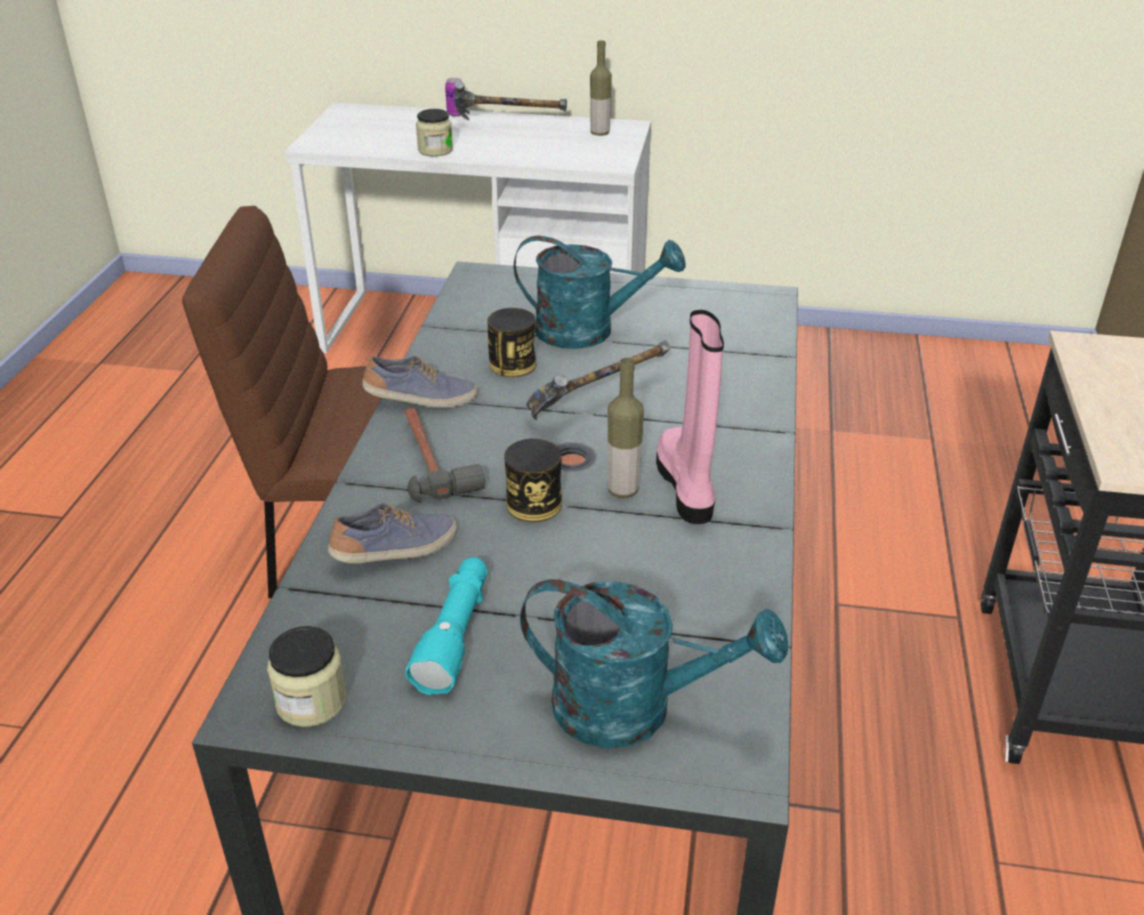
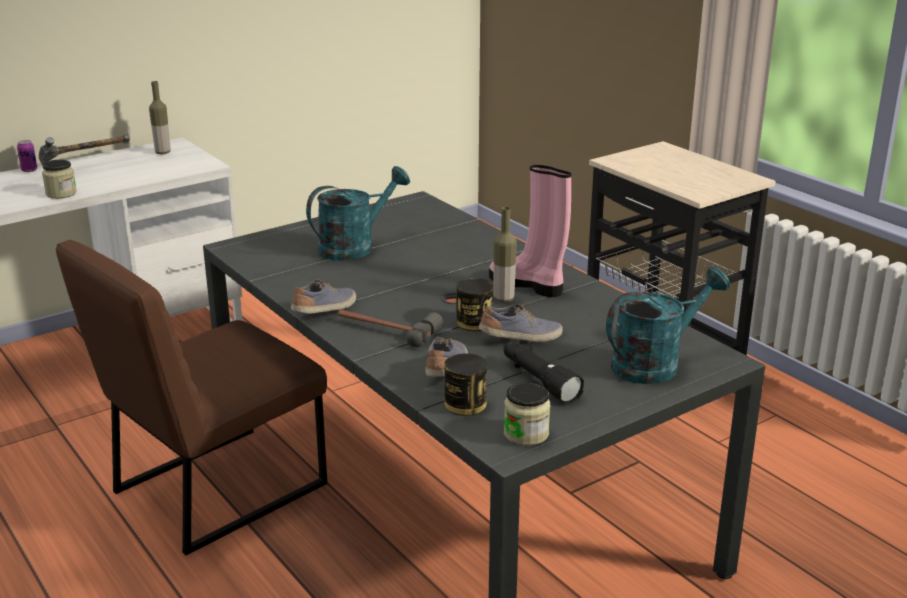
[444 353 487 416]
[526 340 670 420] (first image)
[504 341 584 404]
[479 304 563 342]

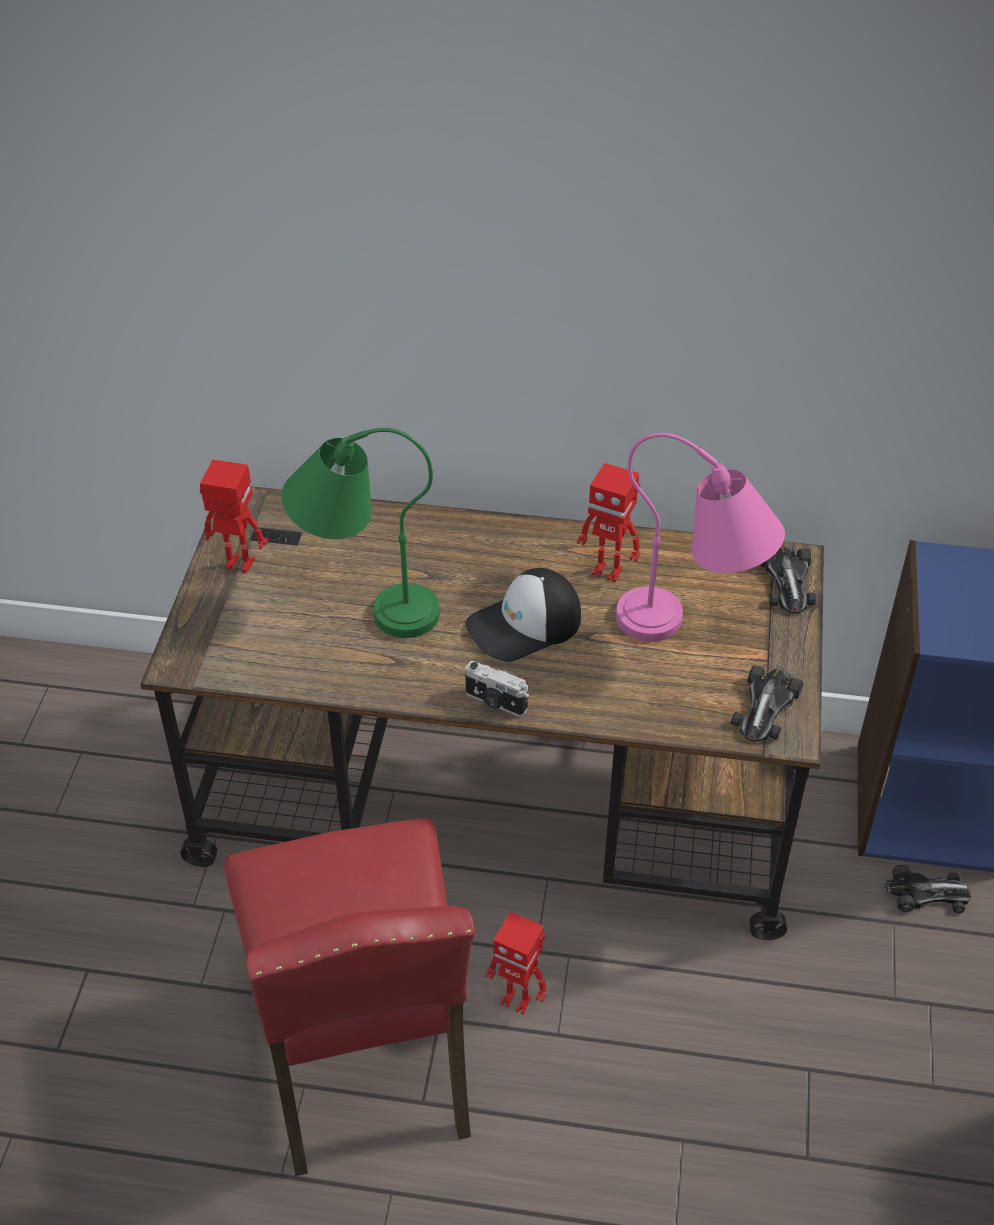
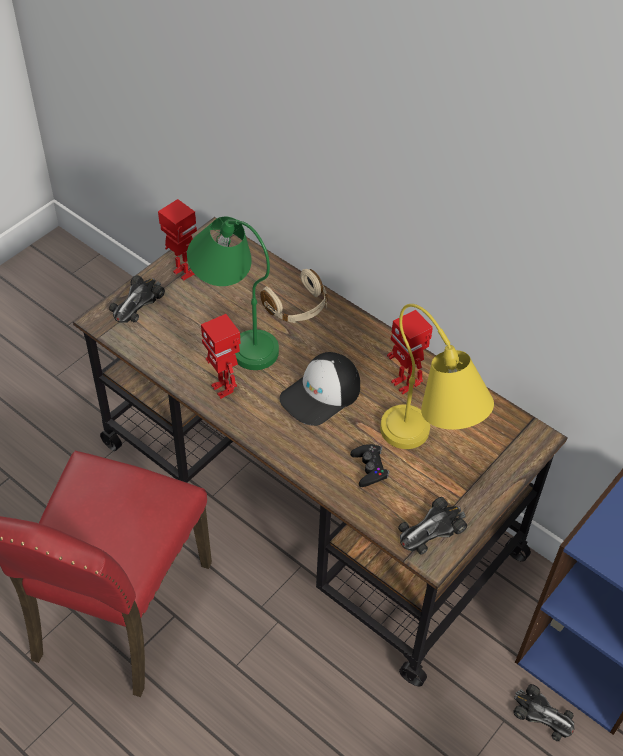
[380 304 494 449]
[109 275 165 323]
[279 352 360 426]
[464 661 529 717] (first image)
[201 314 240 399]
[260 269 328 323]
[350 444 389 487]

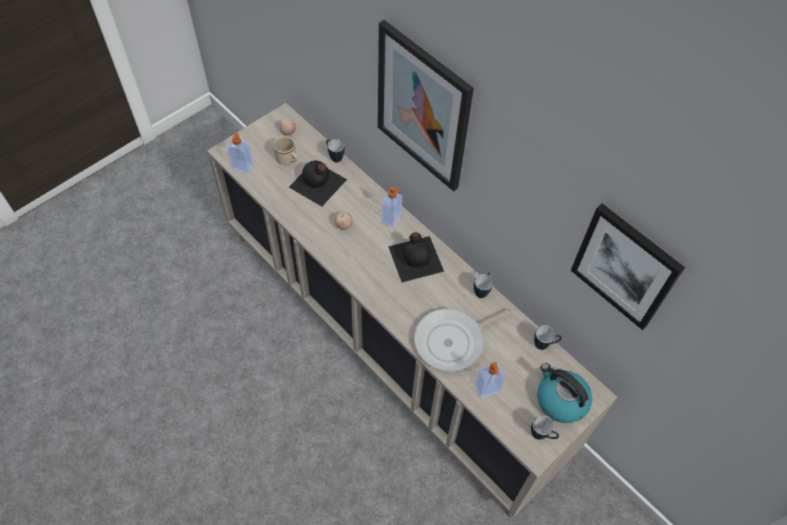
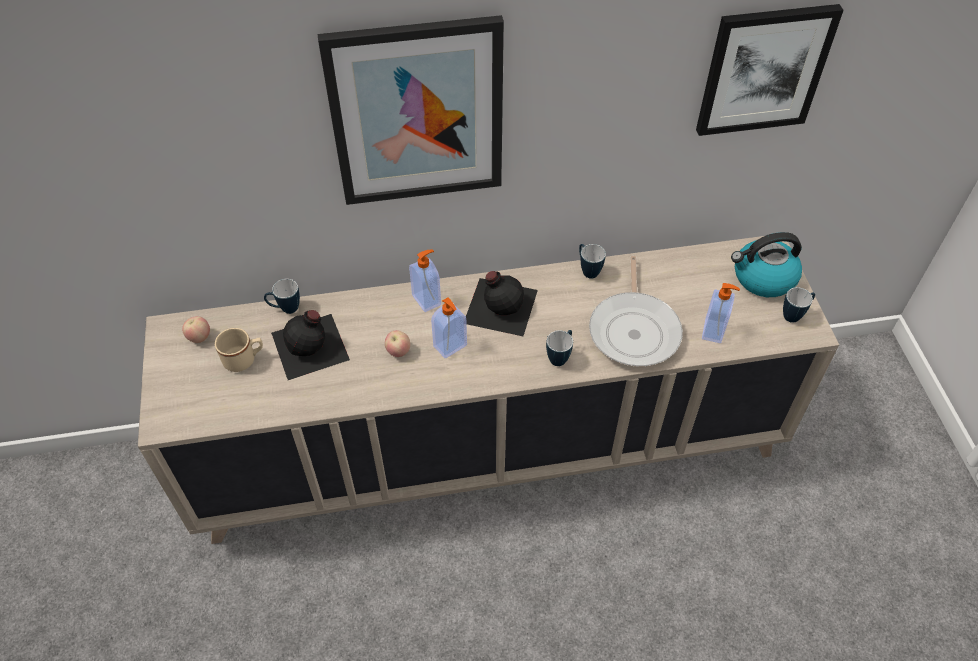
[431 297 467 358]
[546 330 573 366]

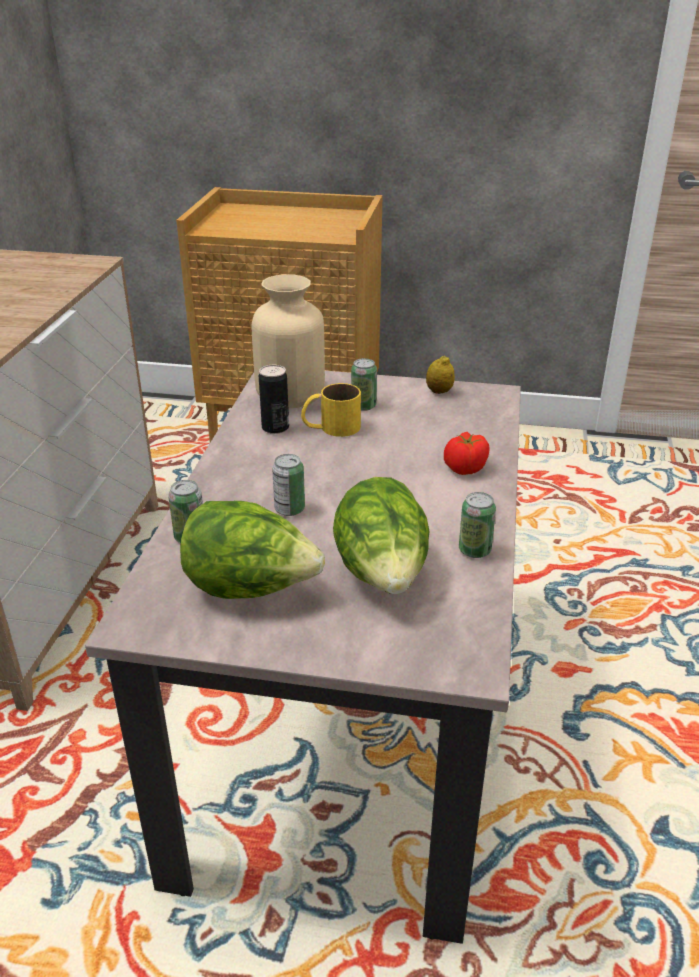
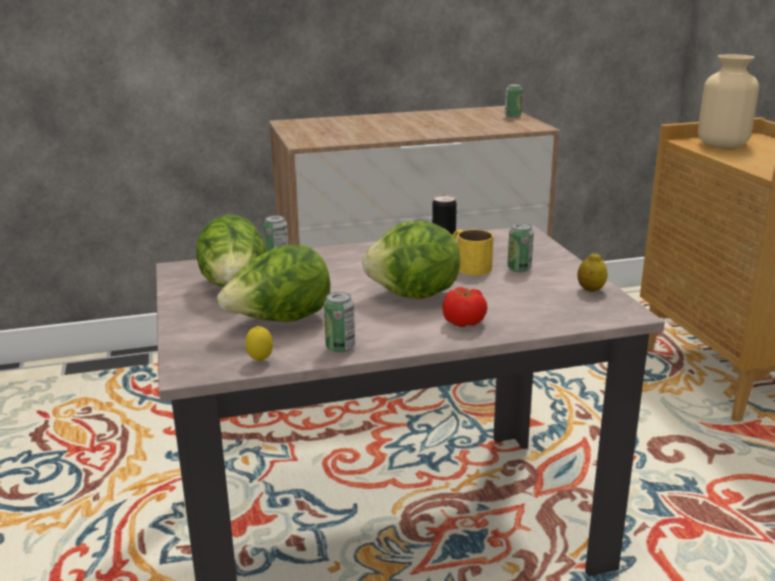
[698 54 759 148]
[505 84 523 118]
[362 221 460 299]
[245 326 273 362]

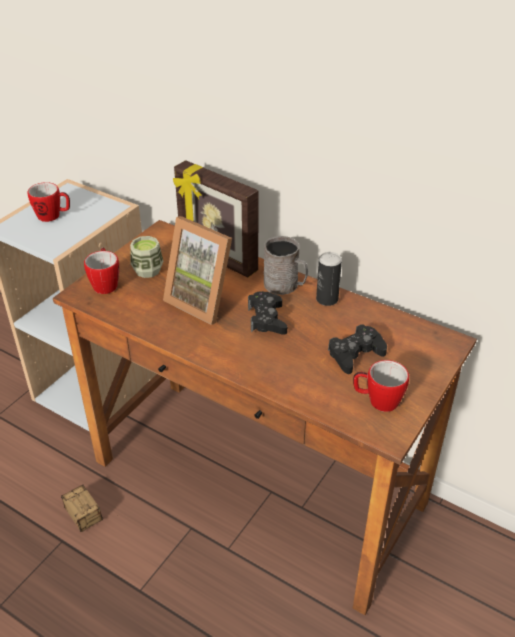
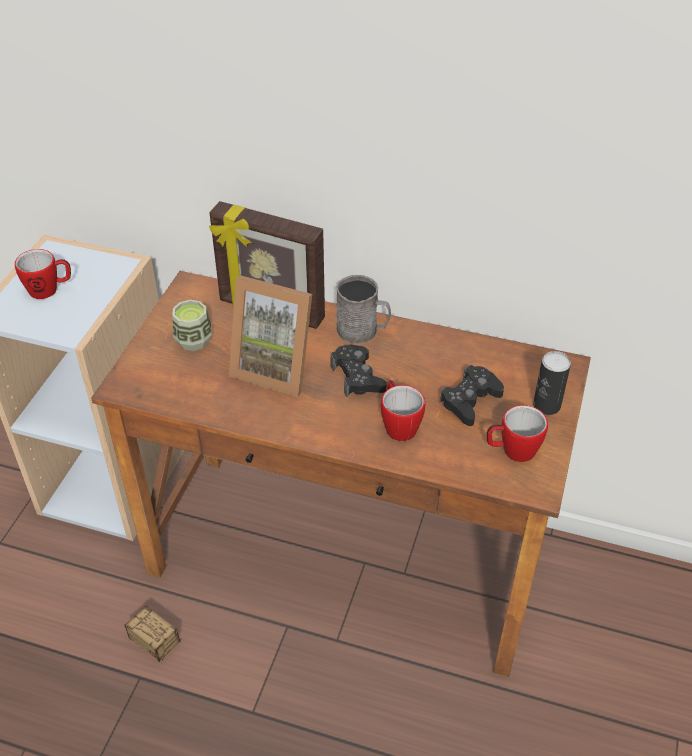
[381 380 425 441]
[533 351 571 415]

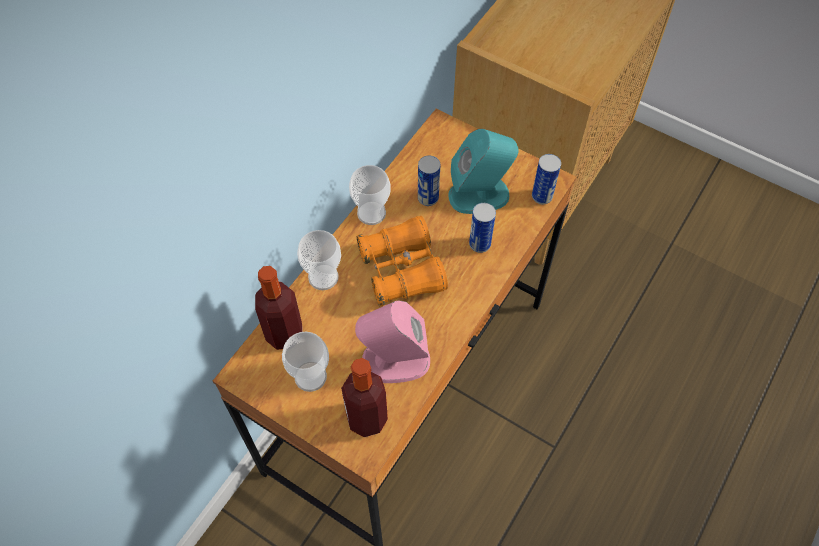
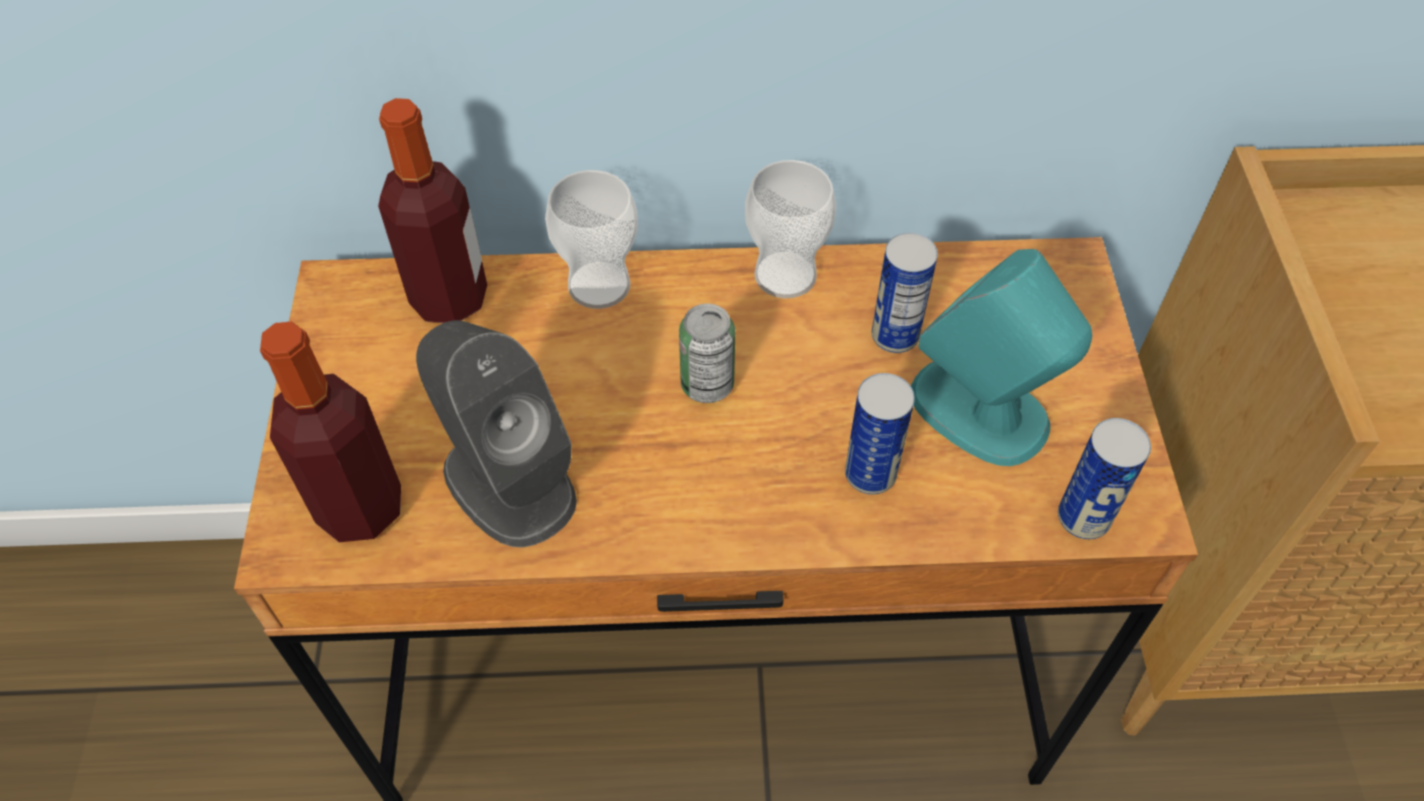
[679 304 735 403]
[416 320 577 548]
[282 332 329 392] (first image)

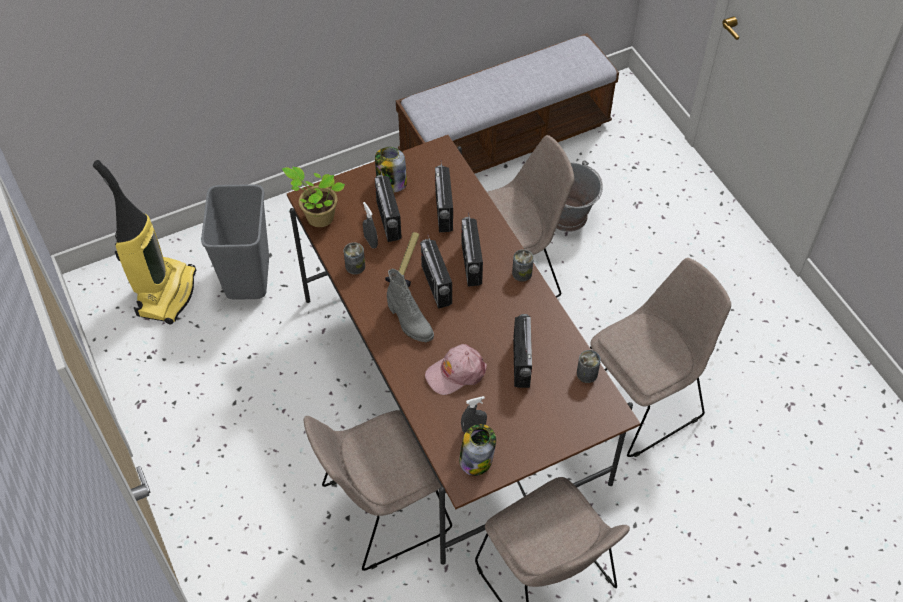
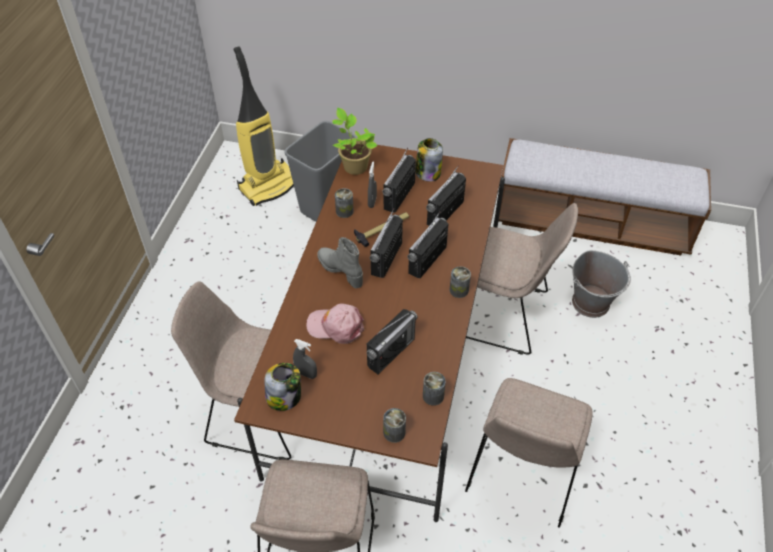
[465 378 593 528]
[317 237 363 288]
[383 408 406 443]

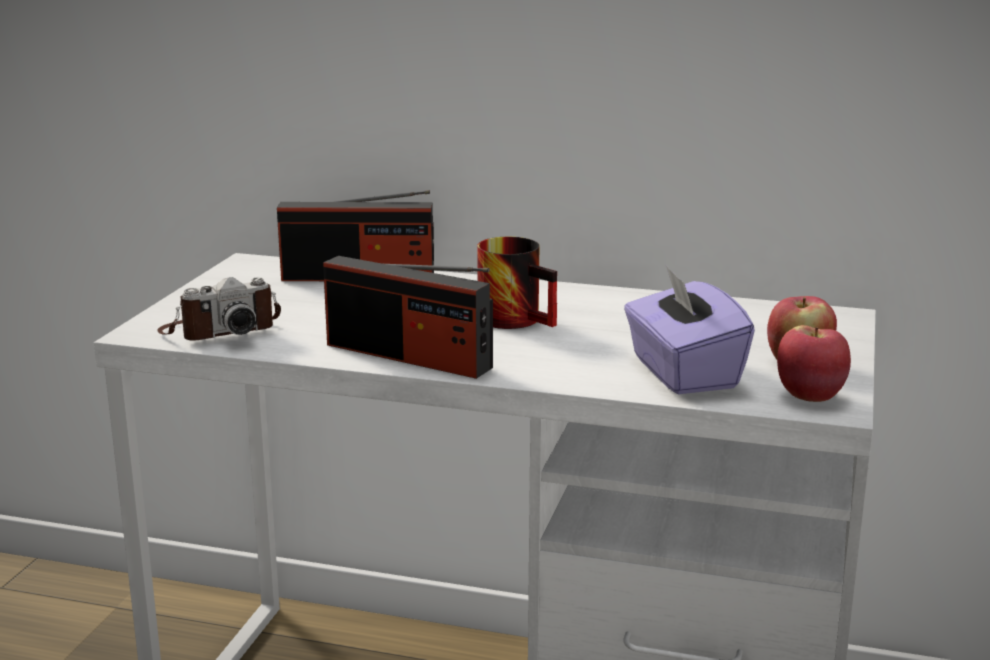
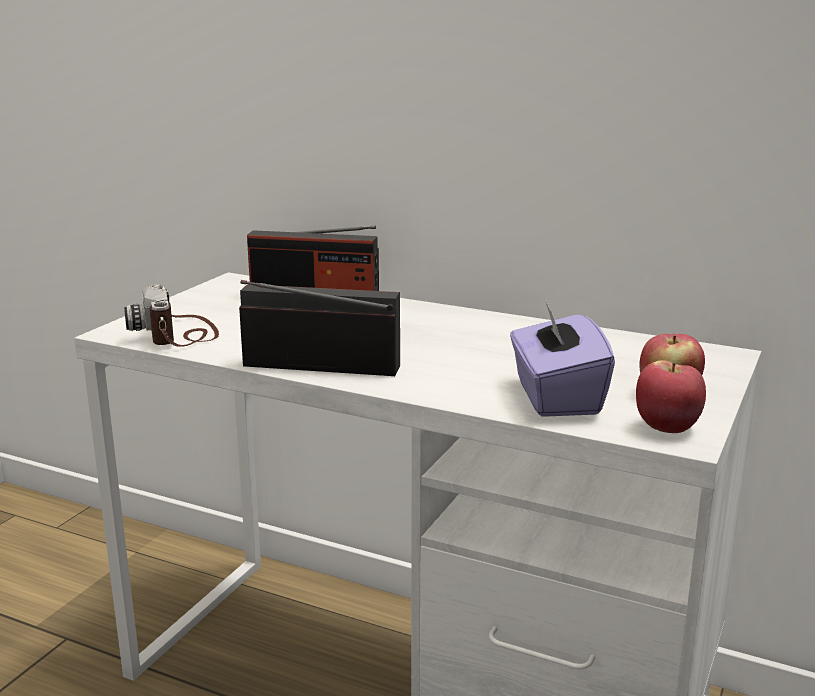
[477 237 557 329] (first image)
[239 280 400 376]
[124 284 219 347]

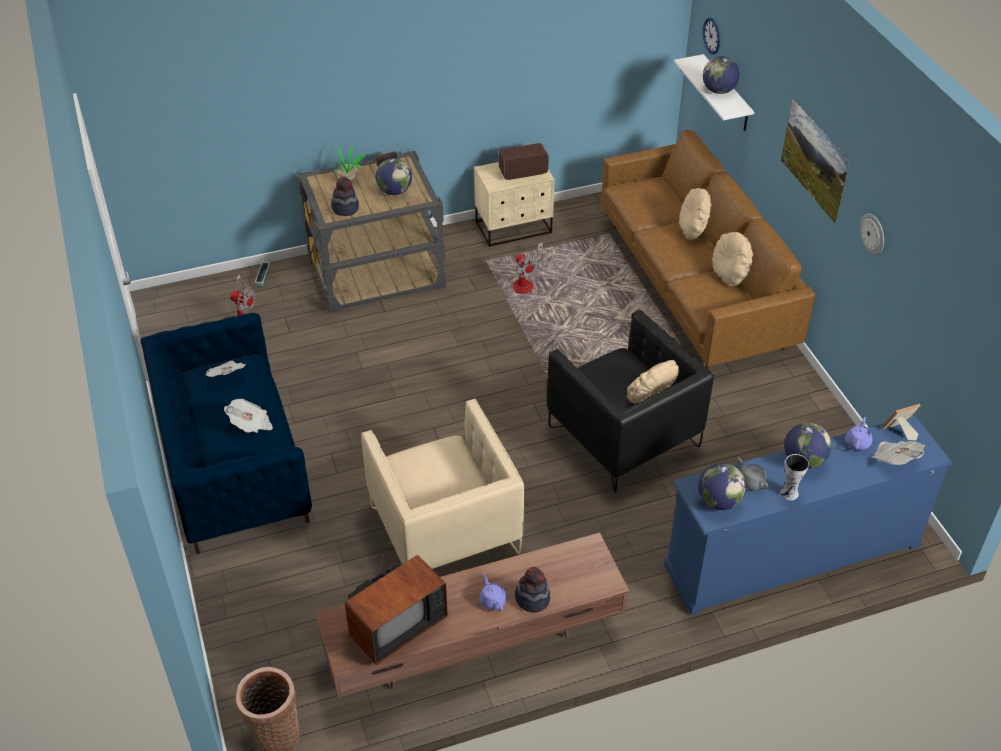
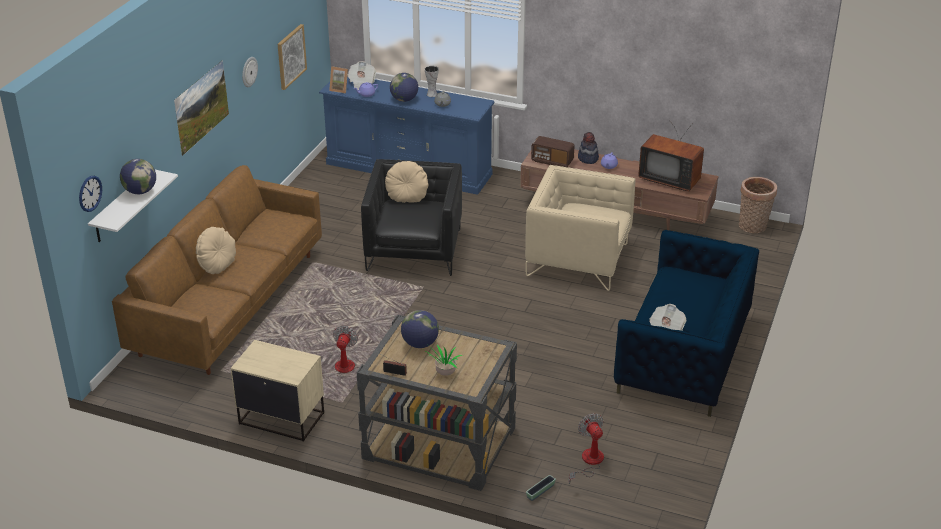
[531 136 575 167]
[331 177 359 216] (first image)
[712 232 753 286] (first image)
[525 165 636 291]
[224 399 273 433] (first image)
[698 463 746 510] (first image)
[638 120 704 191]
[278 24 307 90]

